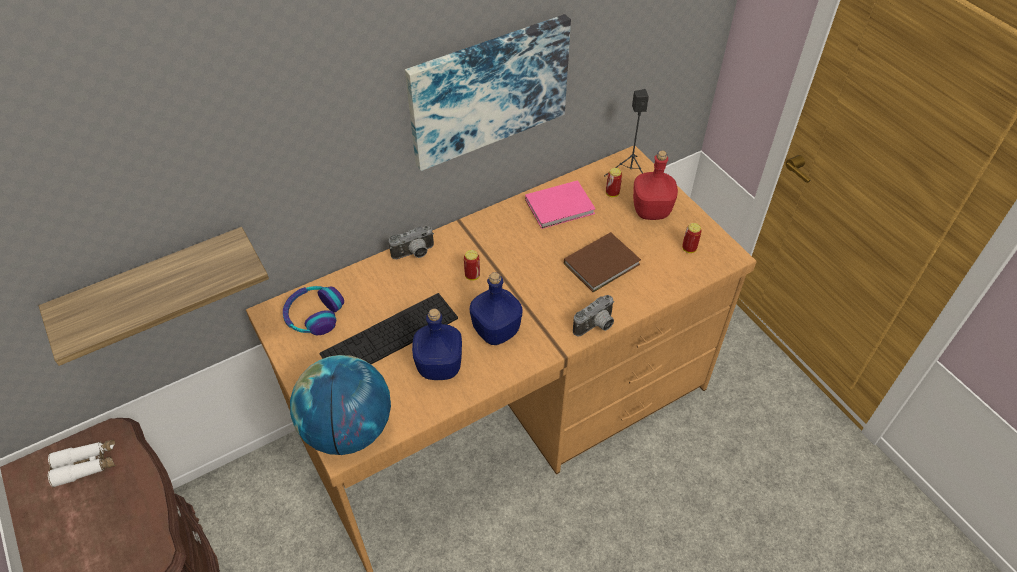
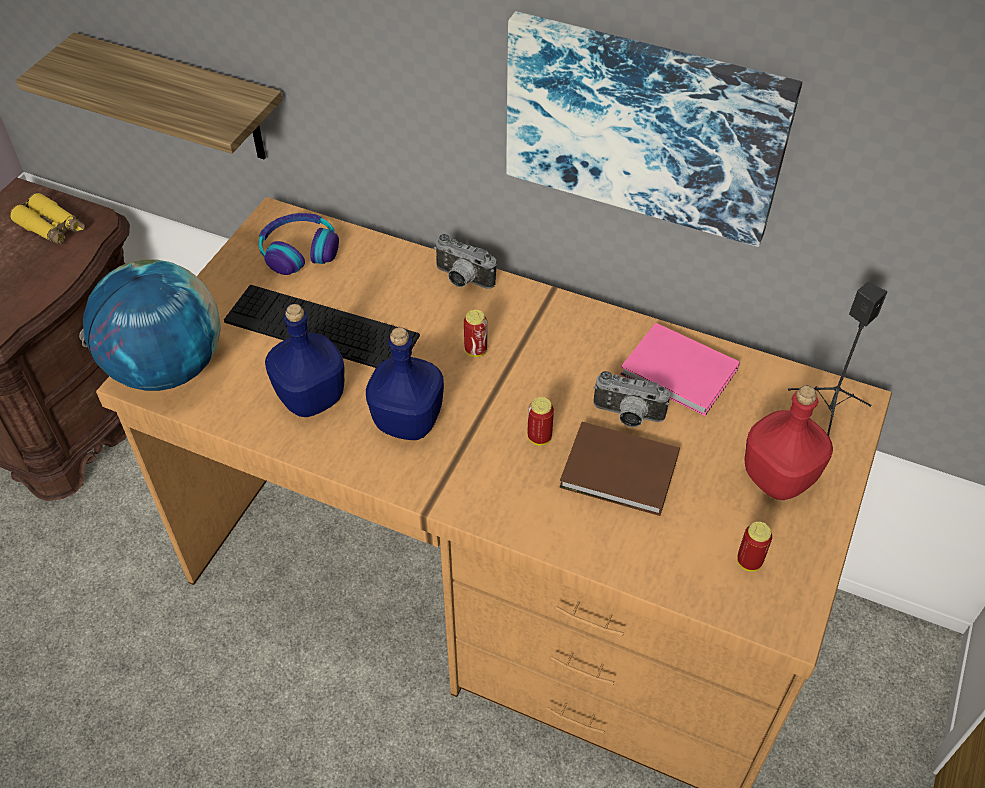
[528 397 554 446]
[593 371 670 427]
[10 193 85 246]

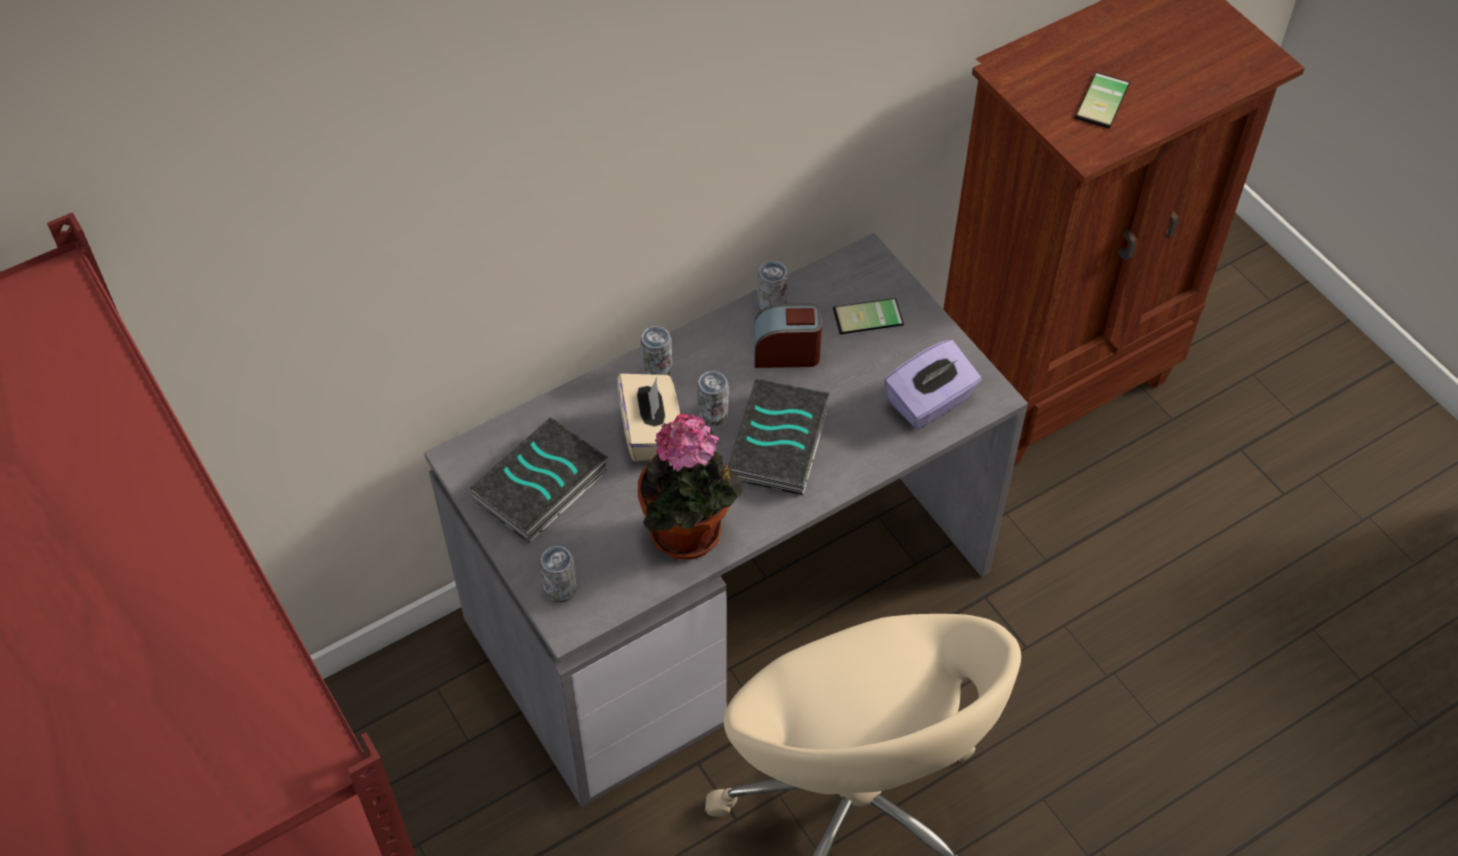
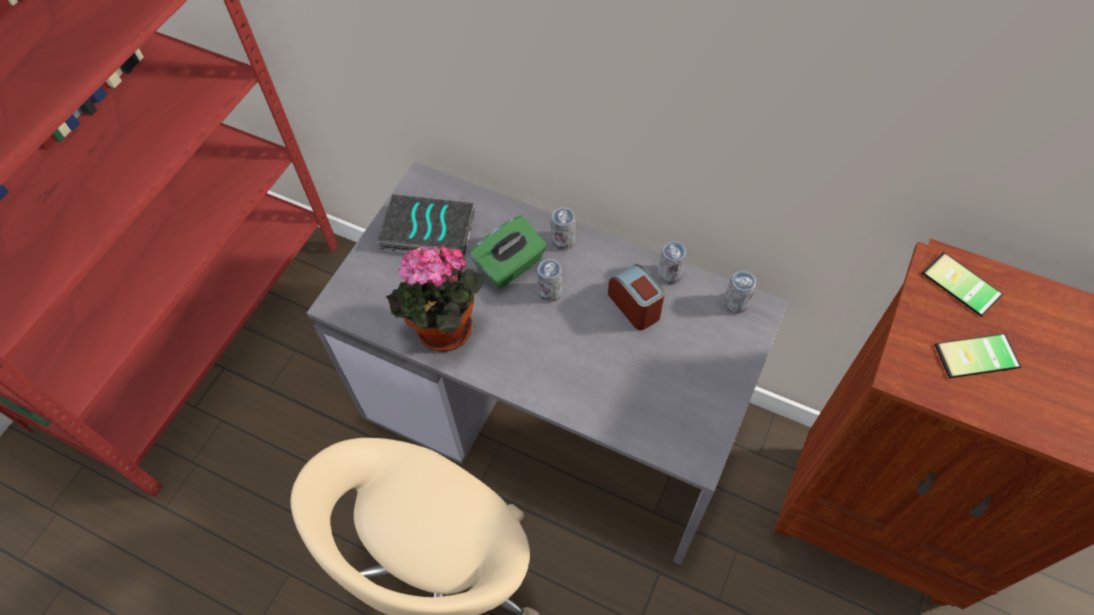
[921 252 1003 317]
[884 339 982 429] (first image)
[469 216 547 289]
[728 379 830 496] (first image)
[724 271 756 314]

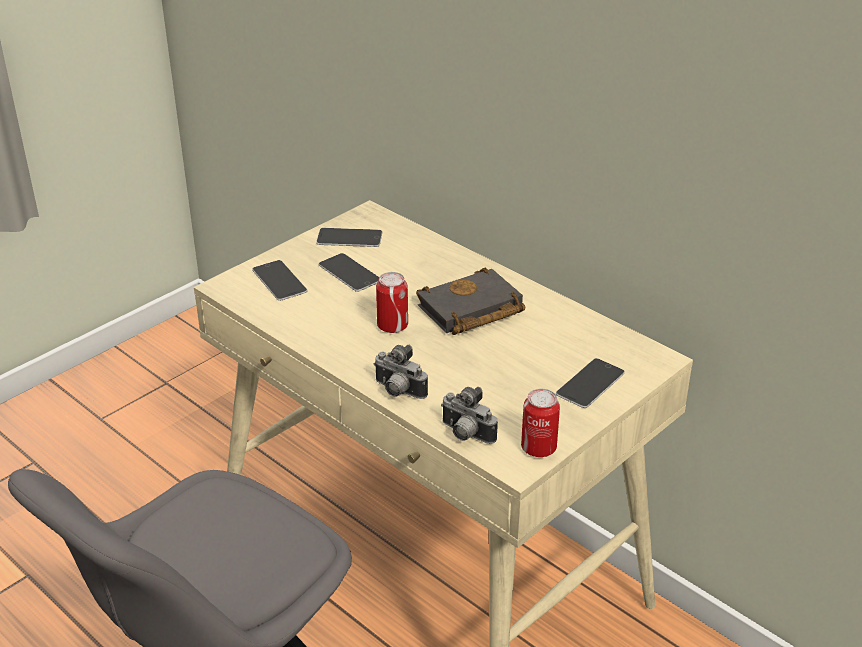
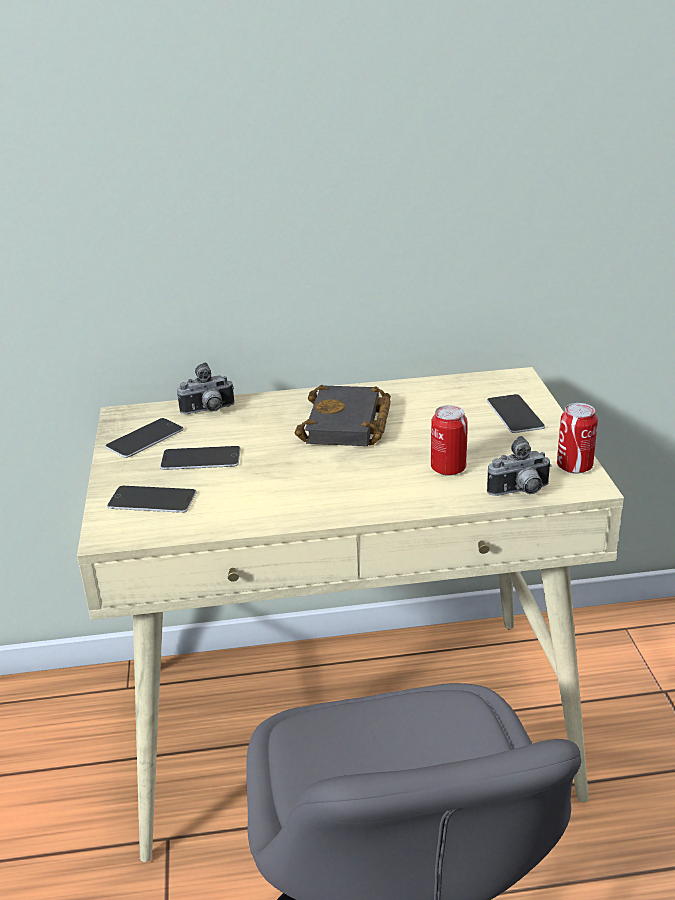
[431 405 468 476]
[177 363 235 414]

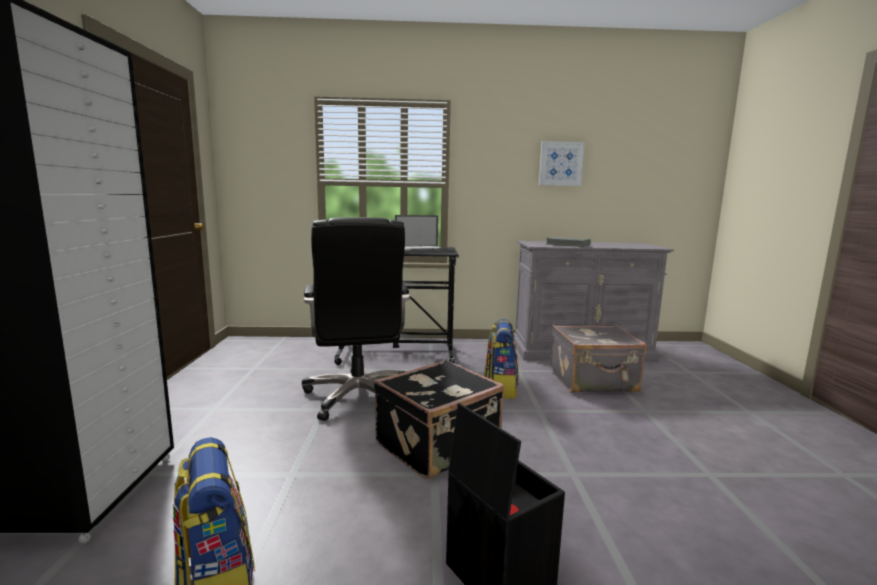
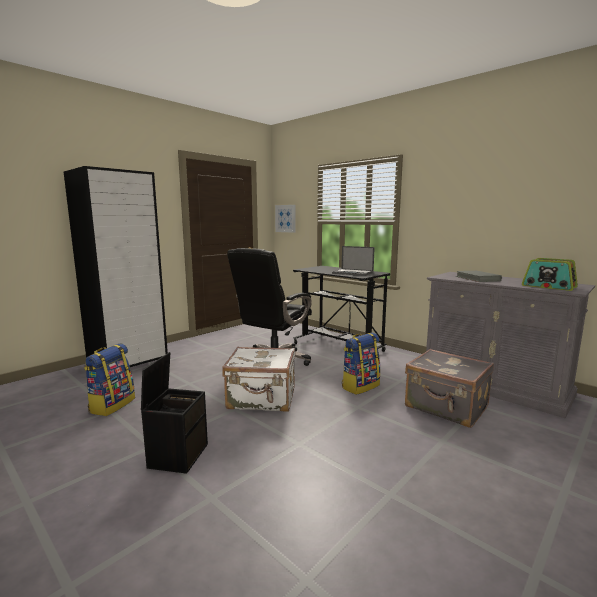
[275 205 296 233]
[222 347 295 412]
[522 258 578 291]

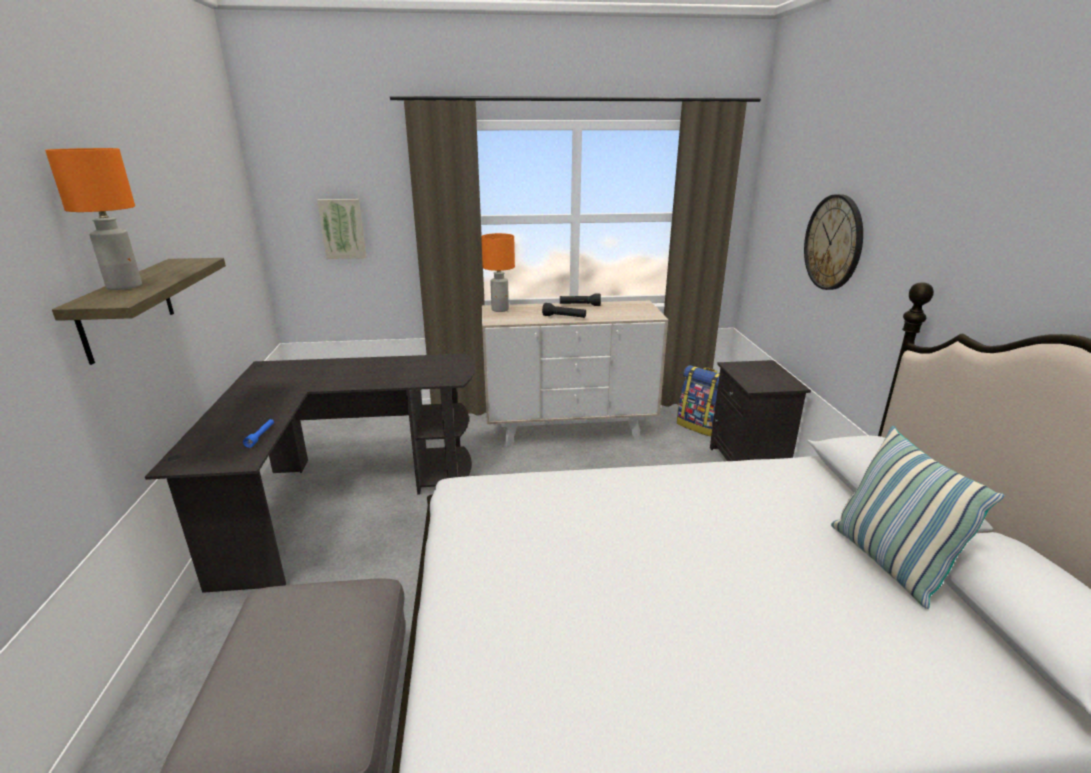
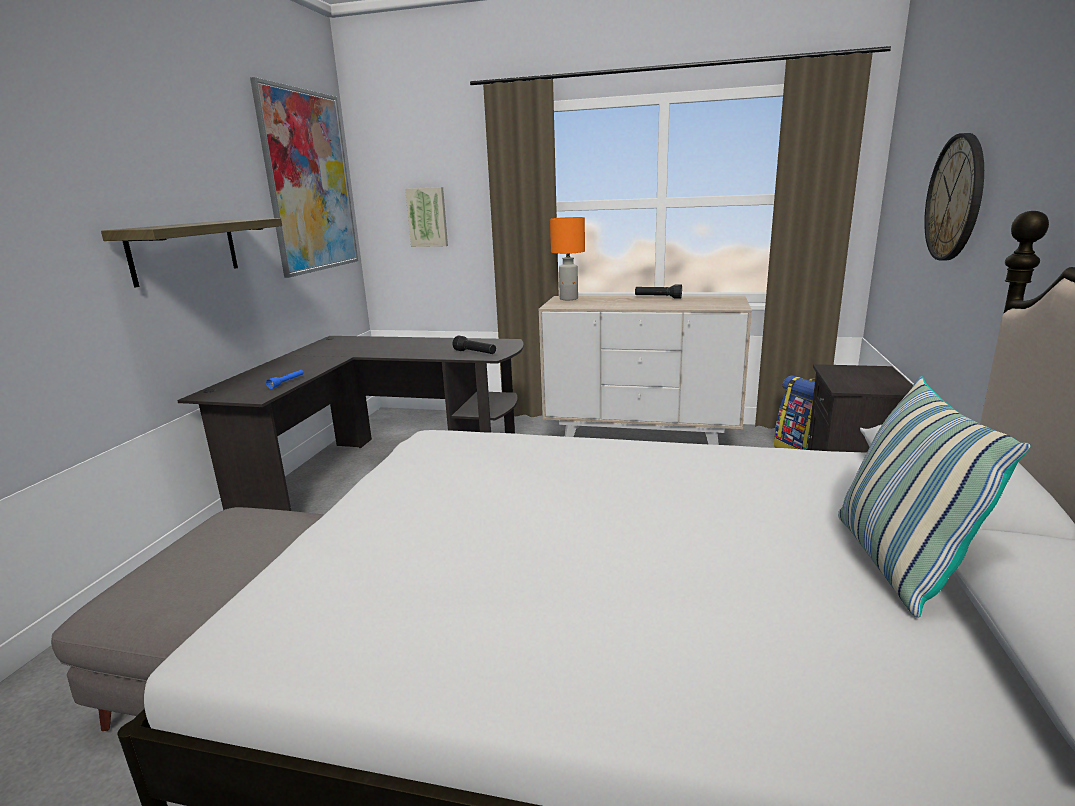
[45 148 142 290] (first image)
[452 336 496 354]
[250 77 358 278]

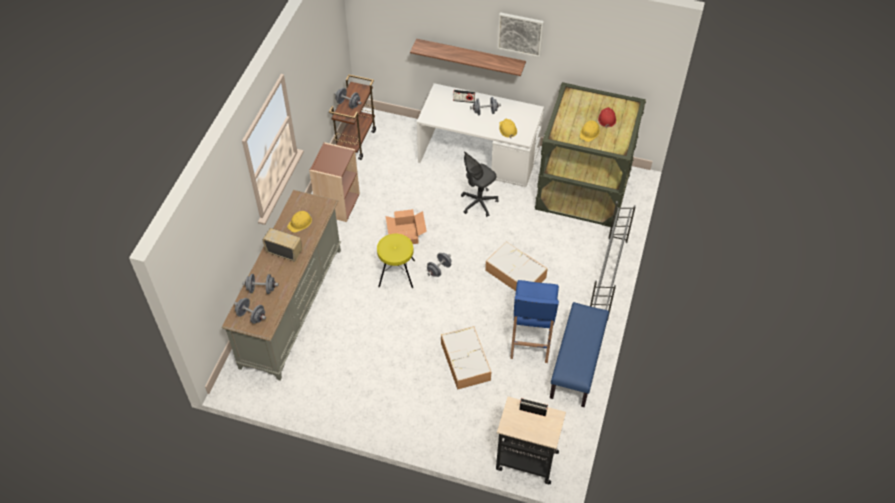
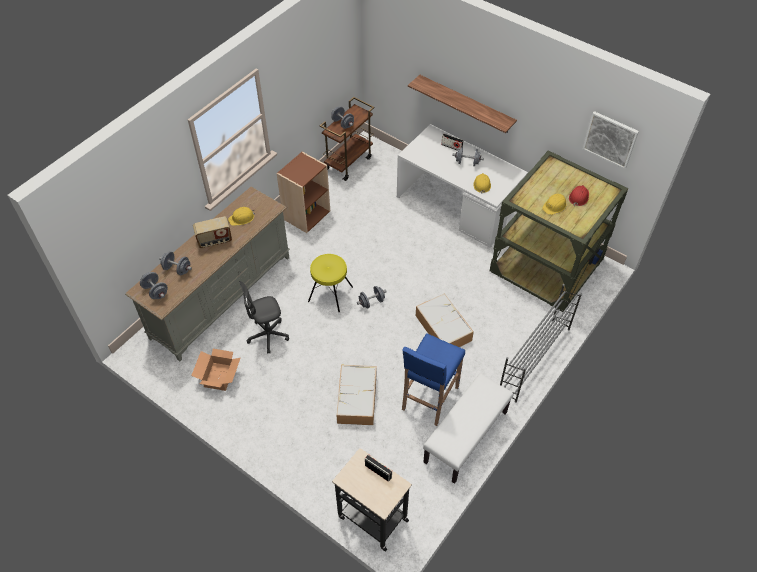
[583 111 639 169]
[239 281 289 354]
[191 349 240 391]
[193 216 232 248]
[423 373 514 484]

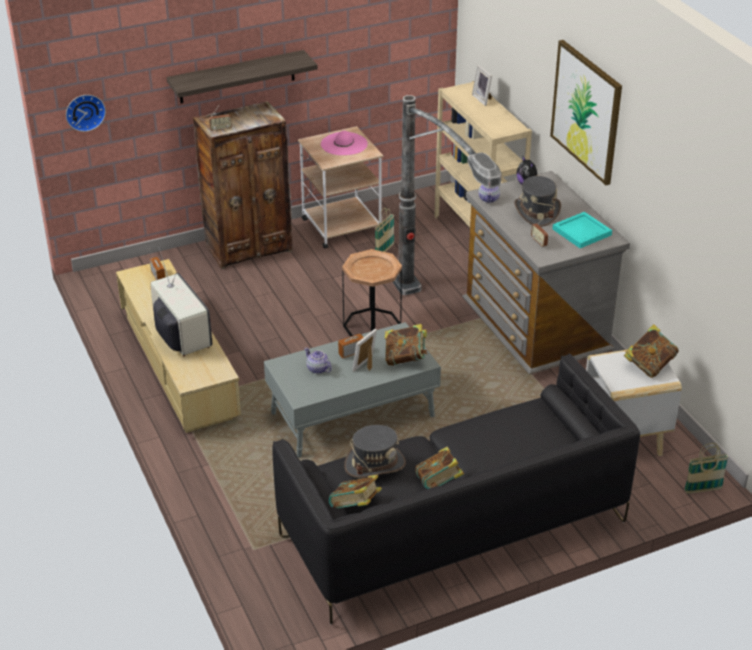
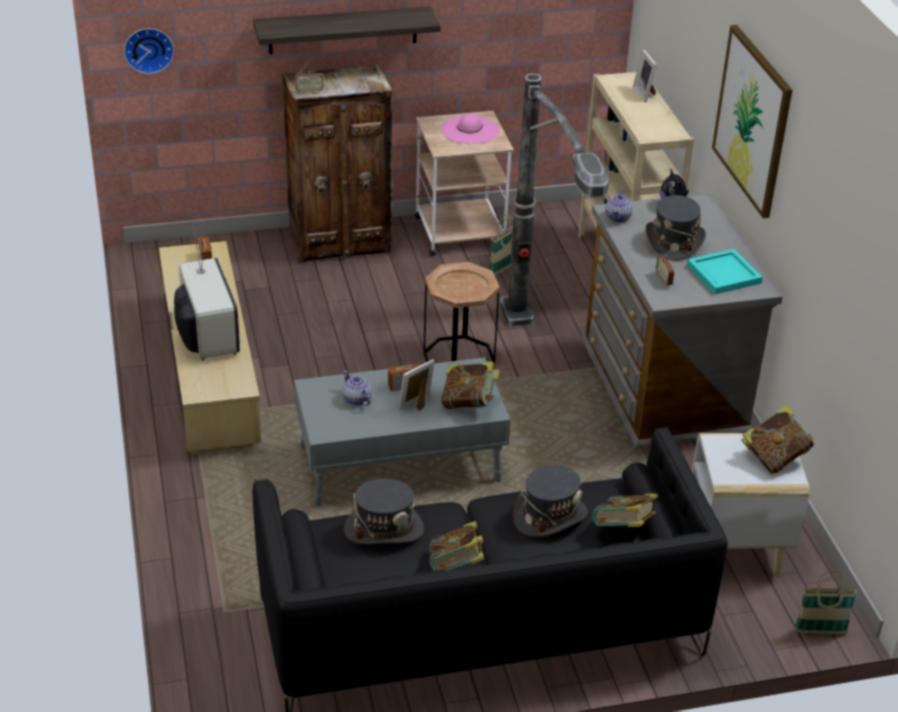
[593 493 658 527]
[513 465 587 537]

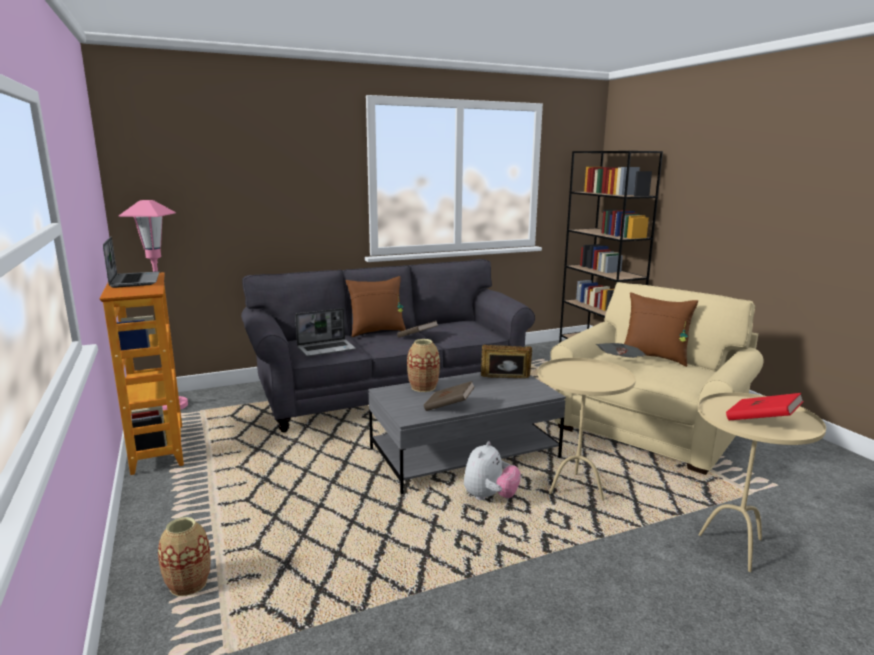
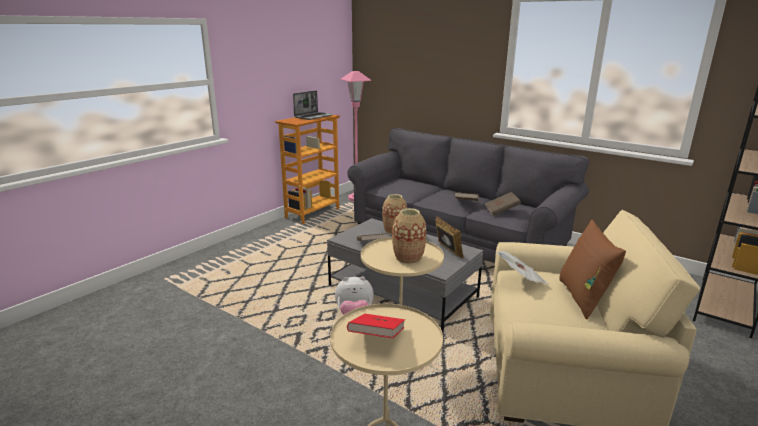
[345 276 406 337] (first image)
[295 308 356 356] (first image)
[392 208 426 264]
[485 192 521 216]

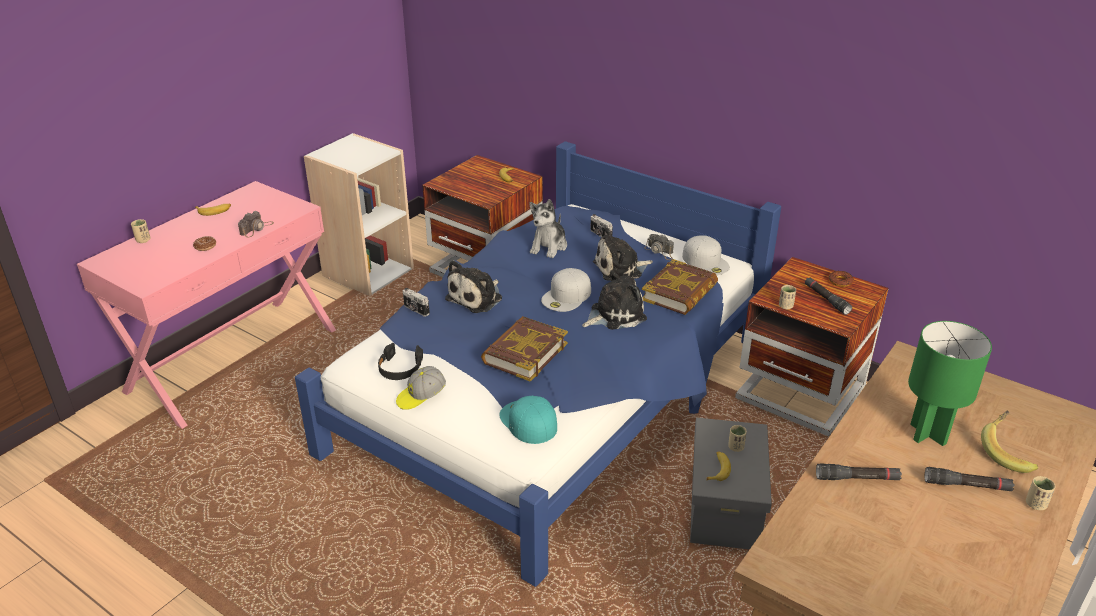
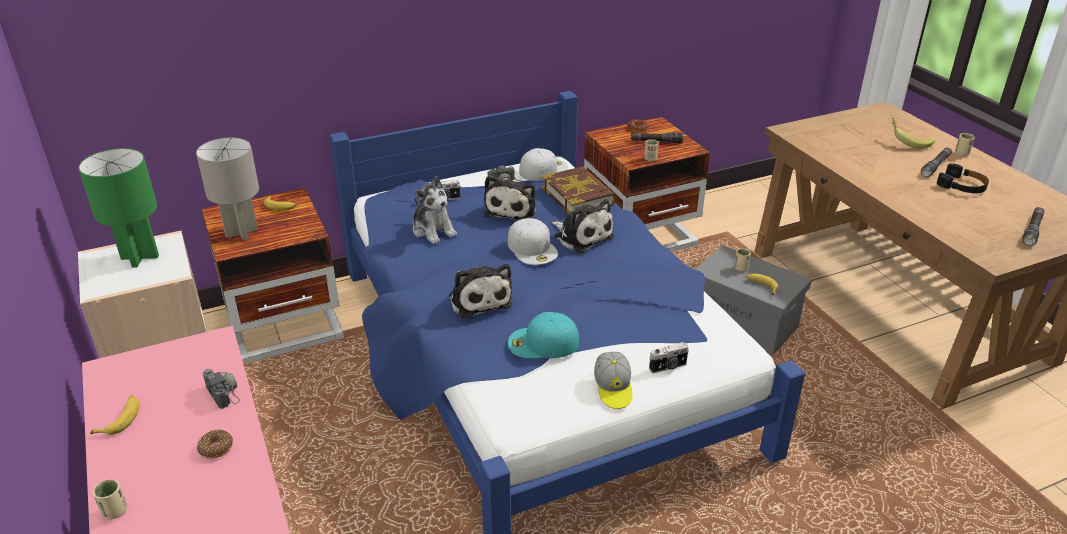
[519 148 568 181]
[552 199 614 253]
[649 342 689 373]
[481 316 568 382] (first image)
[78 148 159 268]
[937 164 989 193]
[508 312 579 359]
[1022 207 1045 246]
[196 138 259 241]

